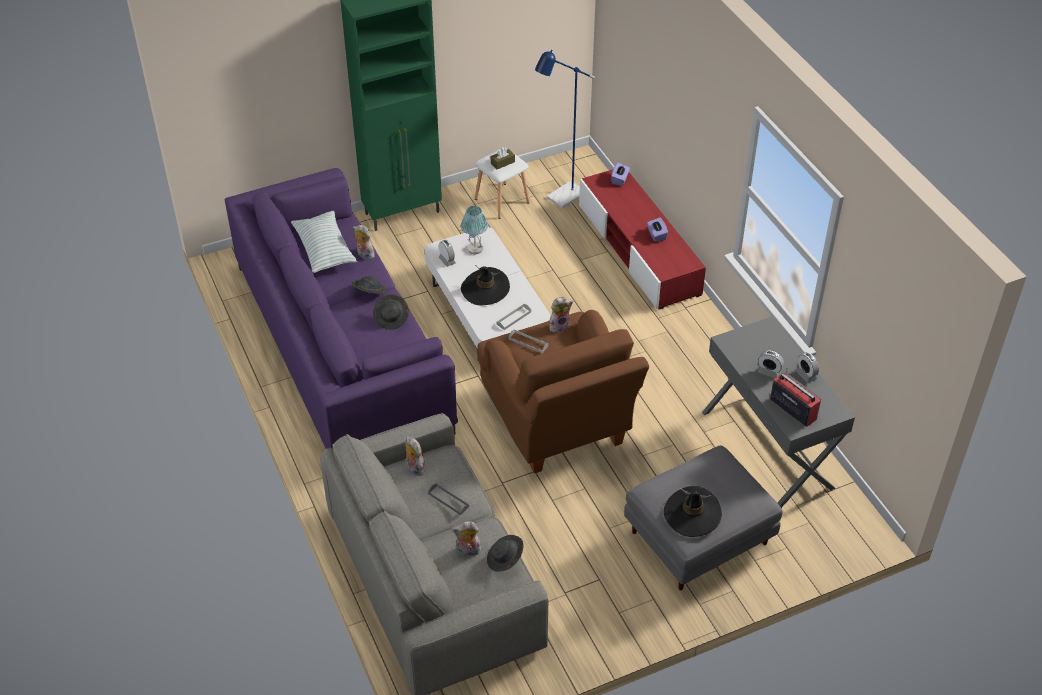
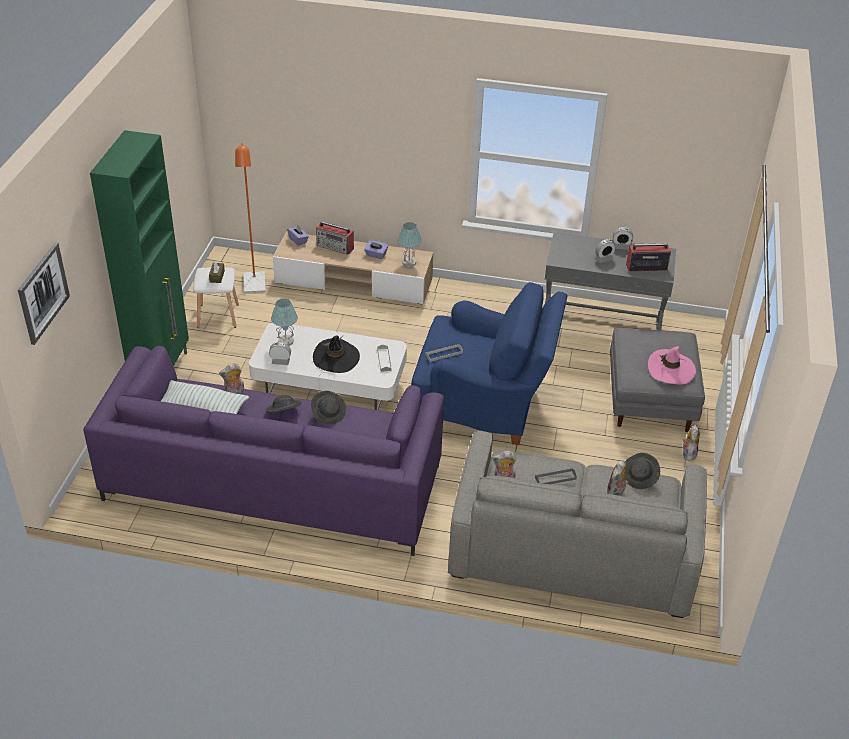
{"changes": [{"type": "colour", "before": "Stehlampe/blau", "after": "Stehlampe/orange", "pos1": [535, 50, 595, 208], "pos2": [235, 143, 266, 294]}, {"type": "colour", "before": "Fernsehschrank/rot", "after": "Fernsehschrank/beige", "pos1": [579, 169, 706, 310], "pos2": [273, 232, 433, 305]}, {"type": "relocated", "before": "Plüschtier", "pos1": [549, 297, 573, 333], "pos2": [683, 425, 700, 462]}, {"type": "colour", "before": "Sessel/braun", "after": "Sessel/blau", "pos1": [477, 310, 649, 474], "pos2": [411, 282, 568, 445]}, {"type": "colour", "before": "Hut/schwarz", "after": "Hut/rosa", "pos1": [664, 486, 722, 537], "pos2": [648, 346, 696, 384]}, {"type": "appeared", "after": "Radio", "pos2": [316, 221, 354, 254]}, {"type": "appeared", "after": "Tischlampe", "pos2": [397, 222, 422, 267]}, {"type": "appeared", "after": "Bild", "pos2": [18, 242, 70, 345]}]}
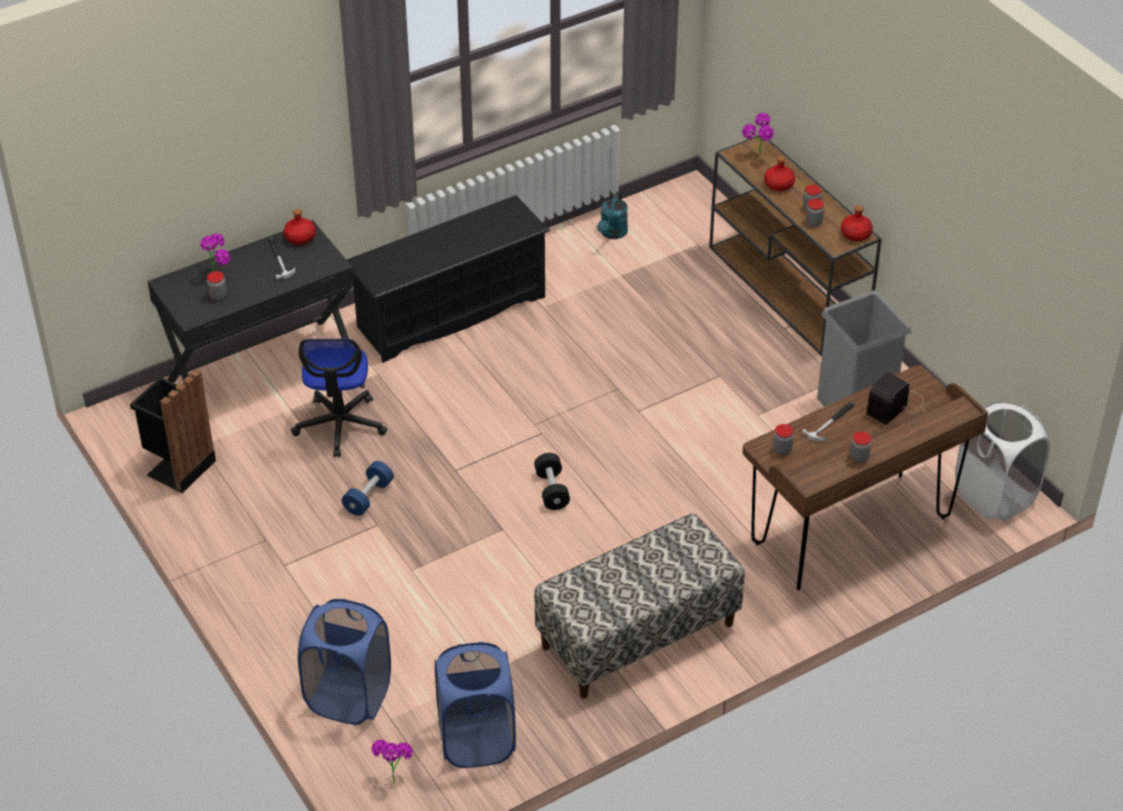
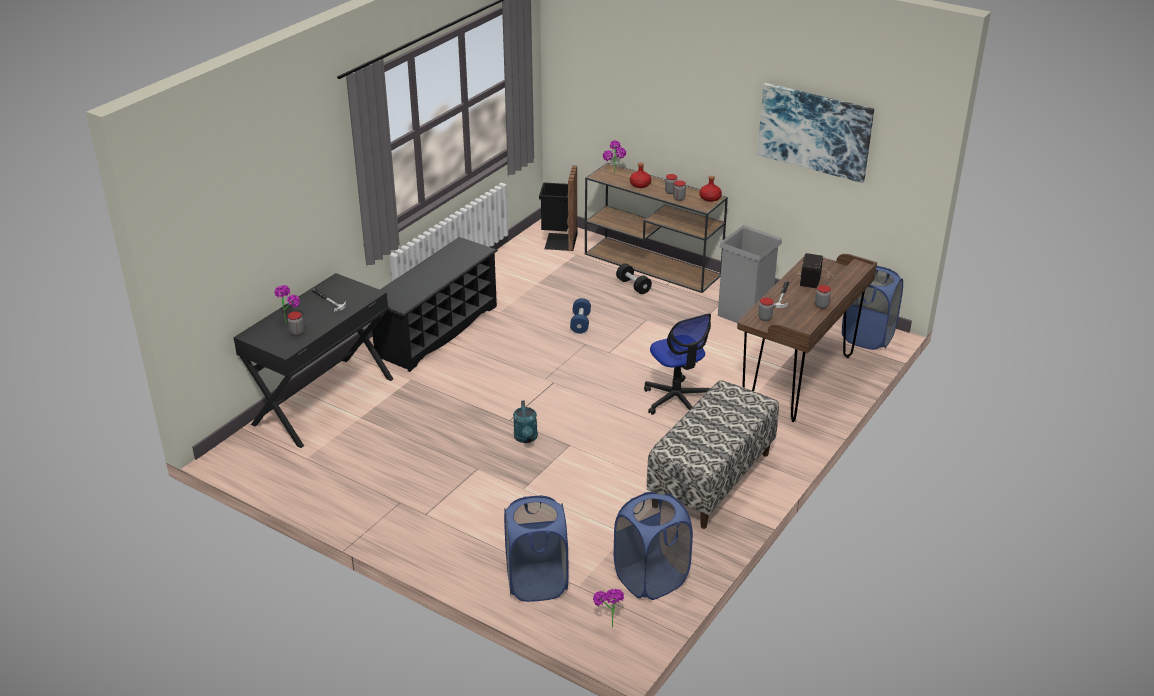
{"changes": [{"type": "relocated", "before": "Gießkanne/türkis", "pos1": [597, 191, 628, 239], "pos2": [513, 400, 538, 443]}, {"type": "missing", "before": "Flasche/rot", "pos1": [283, 209, 315, 245]}, {"type": "relocated", "before": "Bürostuhl", "pos1": [291, 339, 387, 457], "pos2": [644, 313, 711, 415]}, {"type": "relocated", "before": "Mülleimer/schwarz", "pos1": [130, 369, 216, 493], "pos2": [539, 166, 577, 251]}, {"type": "colour", "before": "Wäschekorb/weiß", "after": "Wäschekorb/blau", "pos1": [955, 401, 1050, 521], "pos2": [842, 266, 903, 350]}, {"type": "relocated", "before": "Hantel/schwarz", "pos1": [534, 453, 570, 510], "pos2": [616, 264, 652, 294]}, {"type": "relocated", "before": "Hantel/blau", "pos1": [342, 461, 394, 516], "pos2": [570, 298, 591, 334]}, {"type": "appeared", "after": "Bild", "pos2": [757, 83, 874, 183]}]}
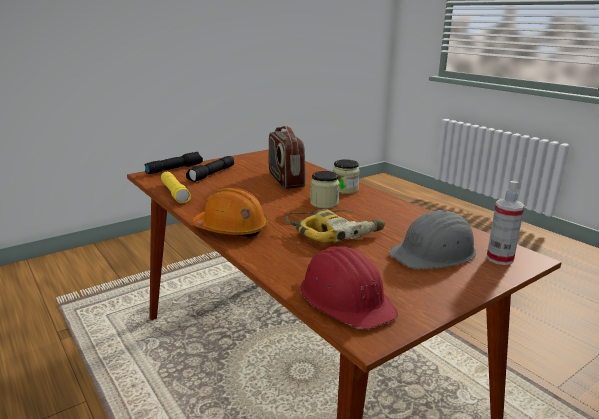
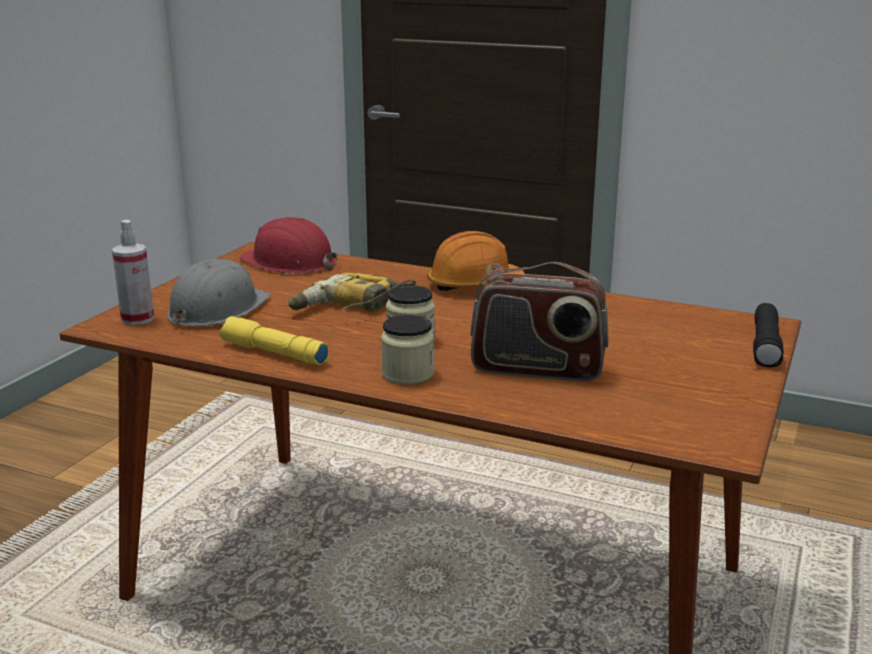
{"changes": [{"type": "spun", "before": "Radio", "pos1": [269, 126, 305, 189], "pos2": [470, 262, 608, 381], "turn": 150}, {"type": "missing", "before": "Taschenlampe/schwarz", "pos1": [186, 156, 234, 182]}, {"type": "relocated", "before": "Taschenlampe/gelb", "pos1": [161, 172, 191, 203], "pos2": [219, 316, 329, 365]}]}
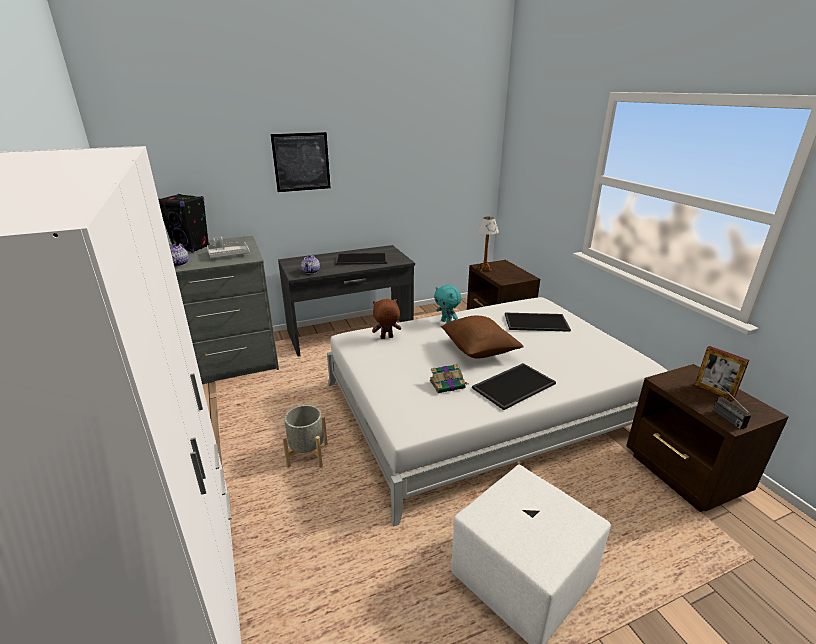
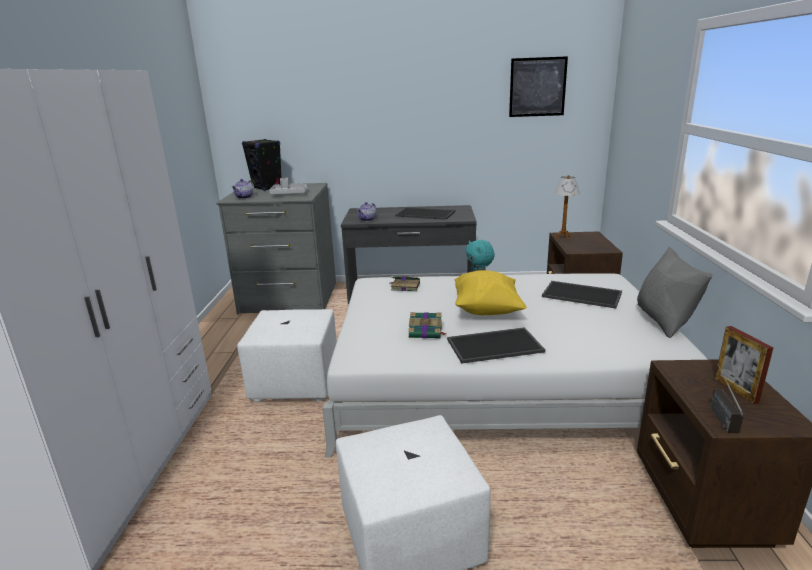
{"changes": [{"type": "relocated", "before": "Bild", "pos1": [271, 132, 330, 192], "pos2": [509, 56, 568, 117]}, {"type": "exchanged", "before": "Plüschtier/braun", "after": "Buch", "pos1": [372, 299, 401, 339], "pos2": [389, 276, 420, 292]}, {"type": "colour", "before": "Kissen/braun", "after": "Kissen/gelb", "pos1": [441, 316, 524, 358], "pos2": [454, 270, 527, 315]}, {"type": "exchanged", "before": "Pflanzkübel/grau", "after": "Polsterhocker/weiß", "pos1": [282, 405, 328, 468], "pos2": [237, 309, 337, 402]}, {"type": "appeared", "after": "Kissen/grau", "pos2": [637, 247, 712, 338]}]}
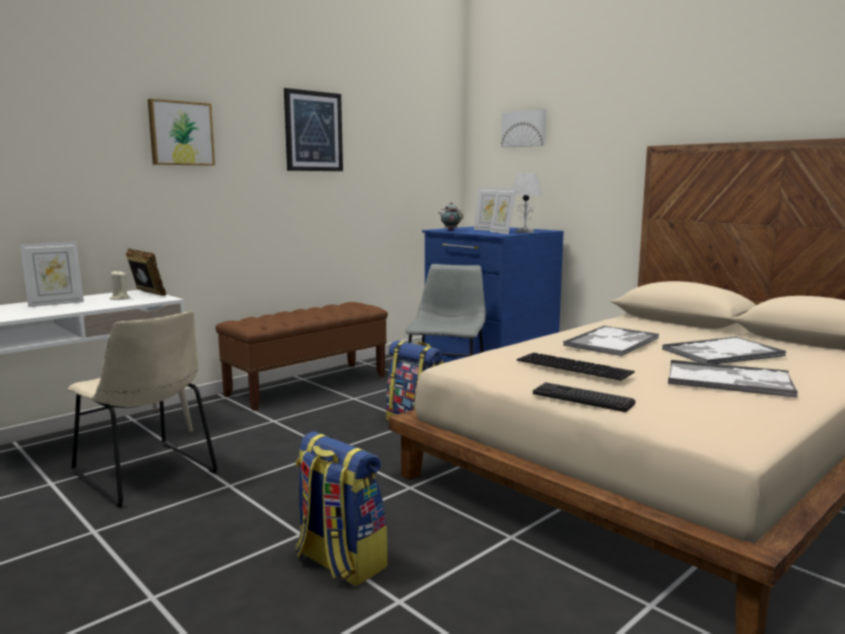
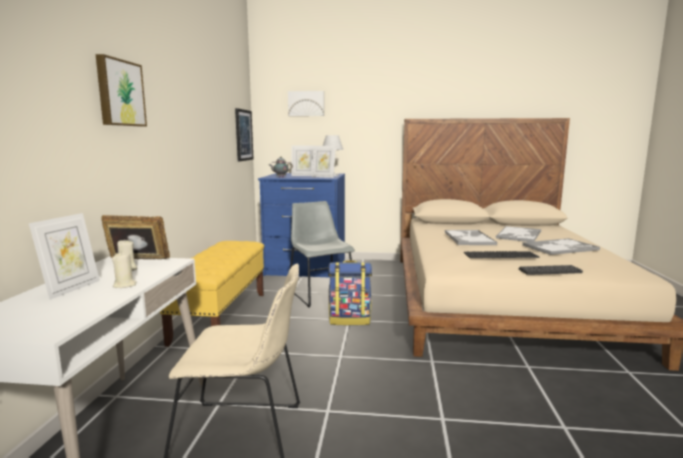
{"changes": [{"type": "relocated", "before": "Bild", "pos1": [284, 88, 343, 171], "pos2": [235, 108, 253, 161]}, {"type": "colour", "before": "Bank/braun", "after": "Bank/gelb", "pos1": [215, 302, 388, 411], "pos2": [160, 241, 264, 347]}, {"type": "missing", "before": "Rucksack", "pos1": [296, 431, 387, 586]}, {"type": "appeared", "after": "Kerze/beige", "pos2": [112, 251, 137, 288]}]}
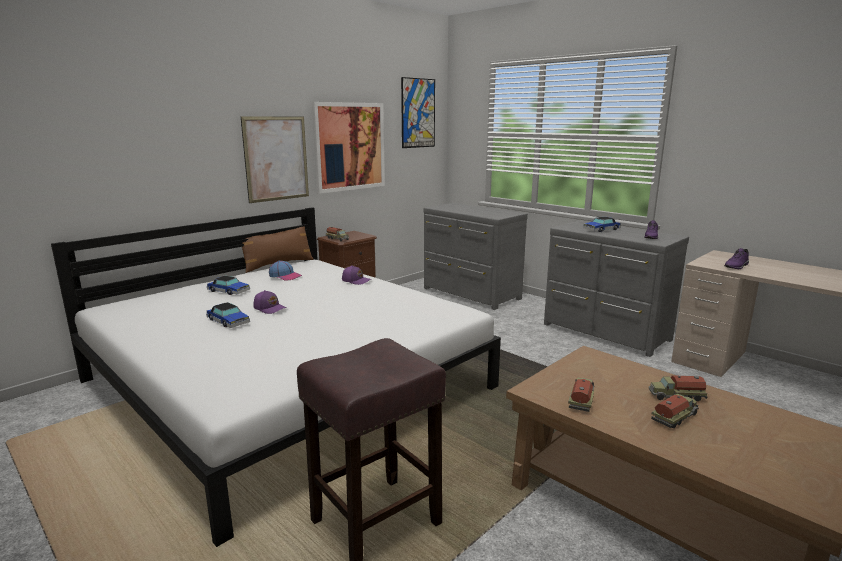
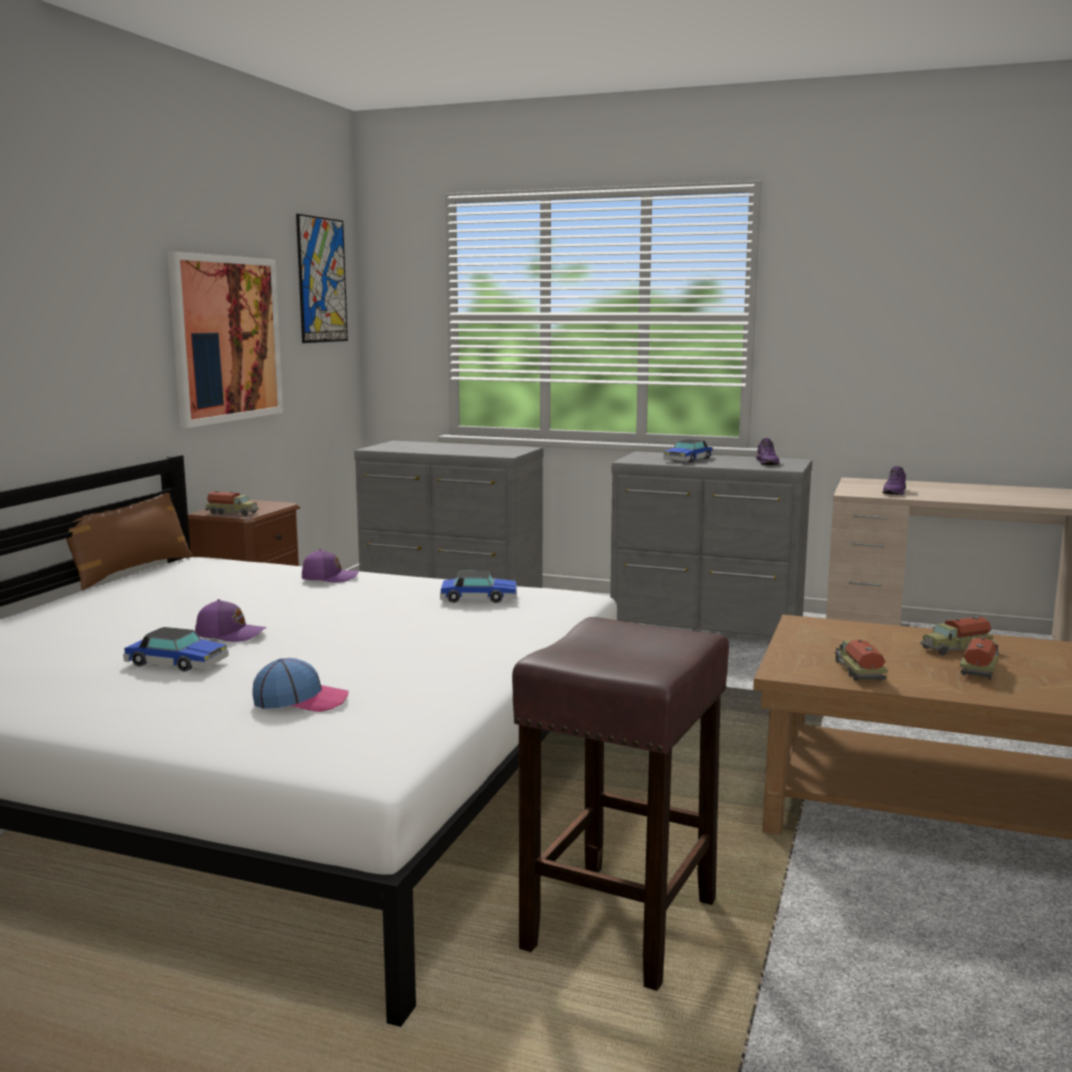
{"changes": [{"type": "missing", "before": "Bild", "pos1": [241, 117, 309, 203]}, {"type": "relocated", "before": "Kappe", "pos1": [269, 260, 302, 281], "pos2": [252, 658, 349, 712]}, {"type": "relocated", "before": "Spielzeugauto", "pos1": [207, 276, 250, 295], "pos2": [440, 571, 517, 603]}]}
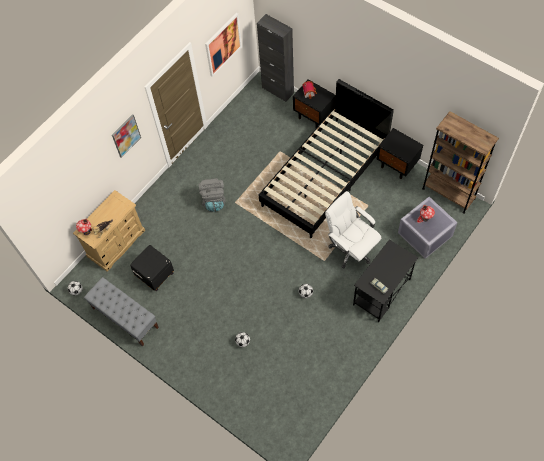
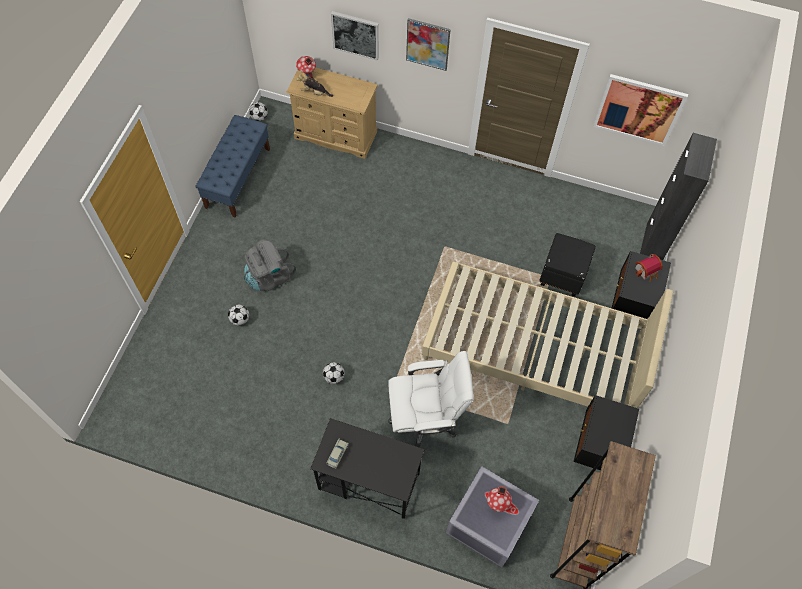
{"changes": [{"type": "colour", "before": "Bett/schwarz", "after": "Bett/beige", "pos1": [259, 79, 394, 238], "pos2": [422, 262, 673, 408]}, {"type": "relocated", "before": "Rucksack/grau", "pos1": [199, 178, 226, 212], "pos2": [244, 239, 296, 291]}, {"type": "spun", "before": "Bürostuhl/weiß", "pos1": [325, 191, 381, 268], "pos2": [388, 351, 474, 448], "turn": 60}, {"type": "relocated", "before": "Polsterhocker/schwarz", "pos1": [130, 245, 174, 291], "pos2": [540, 233, 596, 297]}, {"type": "colour", "before": "Bank/grau", "after": "Bank/blau", "pos1": [84, 277, 159, 346], "pos2": [196, 115, 270, 217]}, {"type": "appeared", "after": "Bild", "pos2": [331, 11, 379, 61]}]}
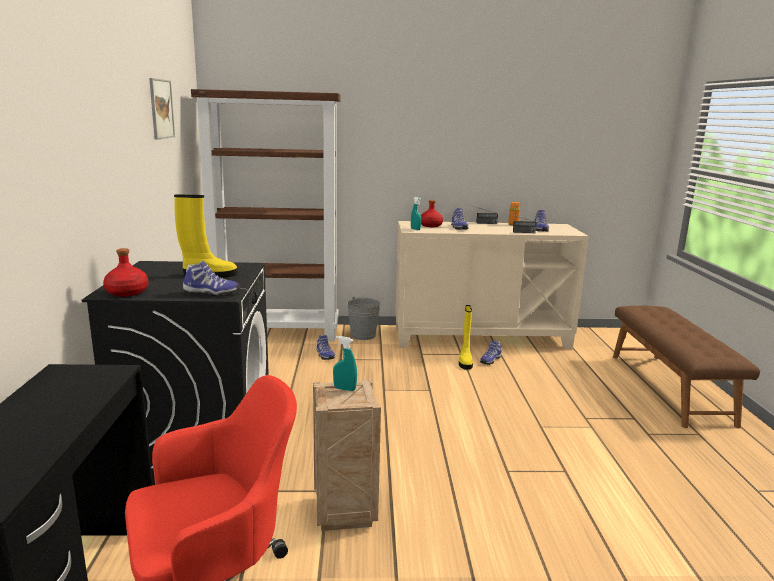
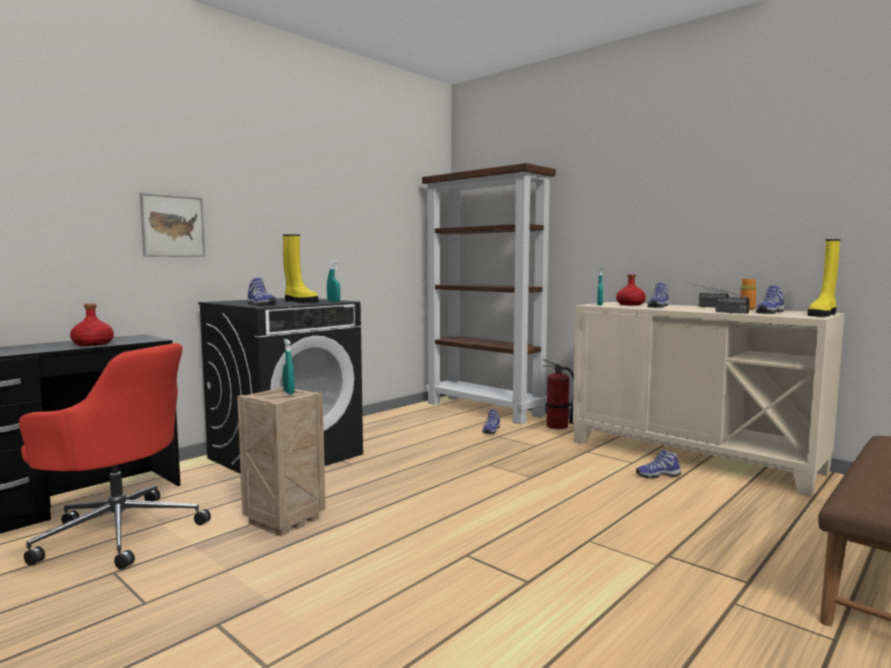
{"changes": [{"type": "relocated", "before": "Bild", "pos1": [149, 78, 175, 140], "pos2": [140, 193, 205, 257]}, {"type": "relocated", "before": "Flasche/rot", "pos1": [103, 248, 148, 297], "pos2": [70, 303, 114, 346]}, {"type": "exchanged", "before": "Eimer/grau", "after": "Feuerlöscher", "pos1": [347, 297, 381, 340], "pos2": [542, 359, 574, 429]}, {"type": "relocated", "before": "Stiefel/gelb", "pos1": [459, 305, 473, 370], "pos2": [807, 239, 840, 317]}, {"type": "appeared", "after": "Sprühflasche/türkis", "pos2": [327, 260, 340, 302]}]}
